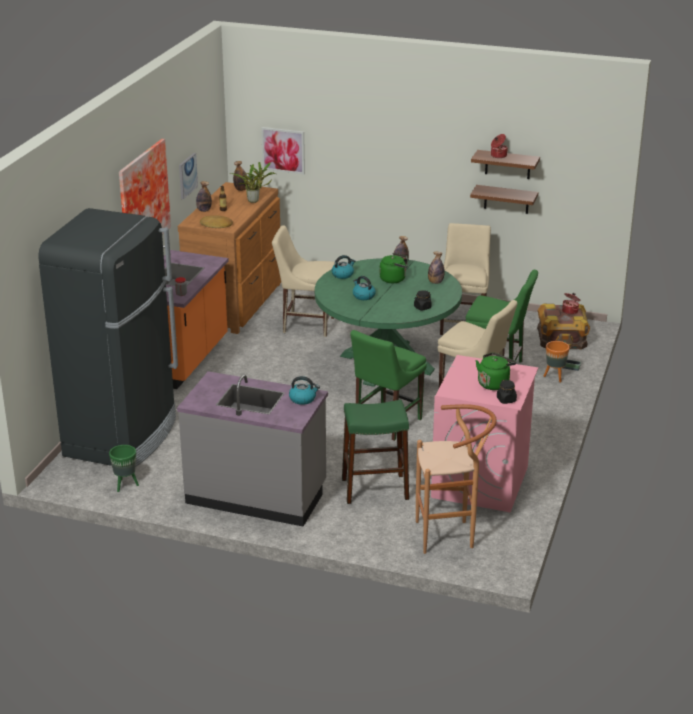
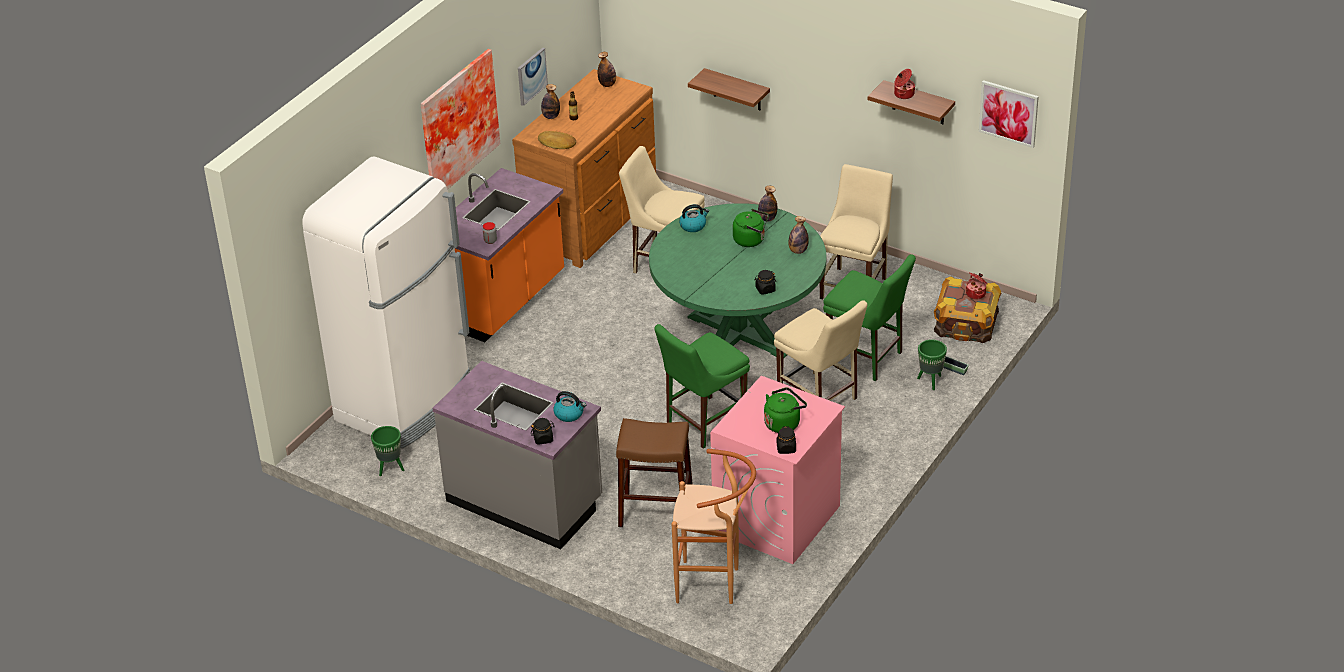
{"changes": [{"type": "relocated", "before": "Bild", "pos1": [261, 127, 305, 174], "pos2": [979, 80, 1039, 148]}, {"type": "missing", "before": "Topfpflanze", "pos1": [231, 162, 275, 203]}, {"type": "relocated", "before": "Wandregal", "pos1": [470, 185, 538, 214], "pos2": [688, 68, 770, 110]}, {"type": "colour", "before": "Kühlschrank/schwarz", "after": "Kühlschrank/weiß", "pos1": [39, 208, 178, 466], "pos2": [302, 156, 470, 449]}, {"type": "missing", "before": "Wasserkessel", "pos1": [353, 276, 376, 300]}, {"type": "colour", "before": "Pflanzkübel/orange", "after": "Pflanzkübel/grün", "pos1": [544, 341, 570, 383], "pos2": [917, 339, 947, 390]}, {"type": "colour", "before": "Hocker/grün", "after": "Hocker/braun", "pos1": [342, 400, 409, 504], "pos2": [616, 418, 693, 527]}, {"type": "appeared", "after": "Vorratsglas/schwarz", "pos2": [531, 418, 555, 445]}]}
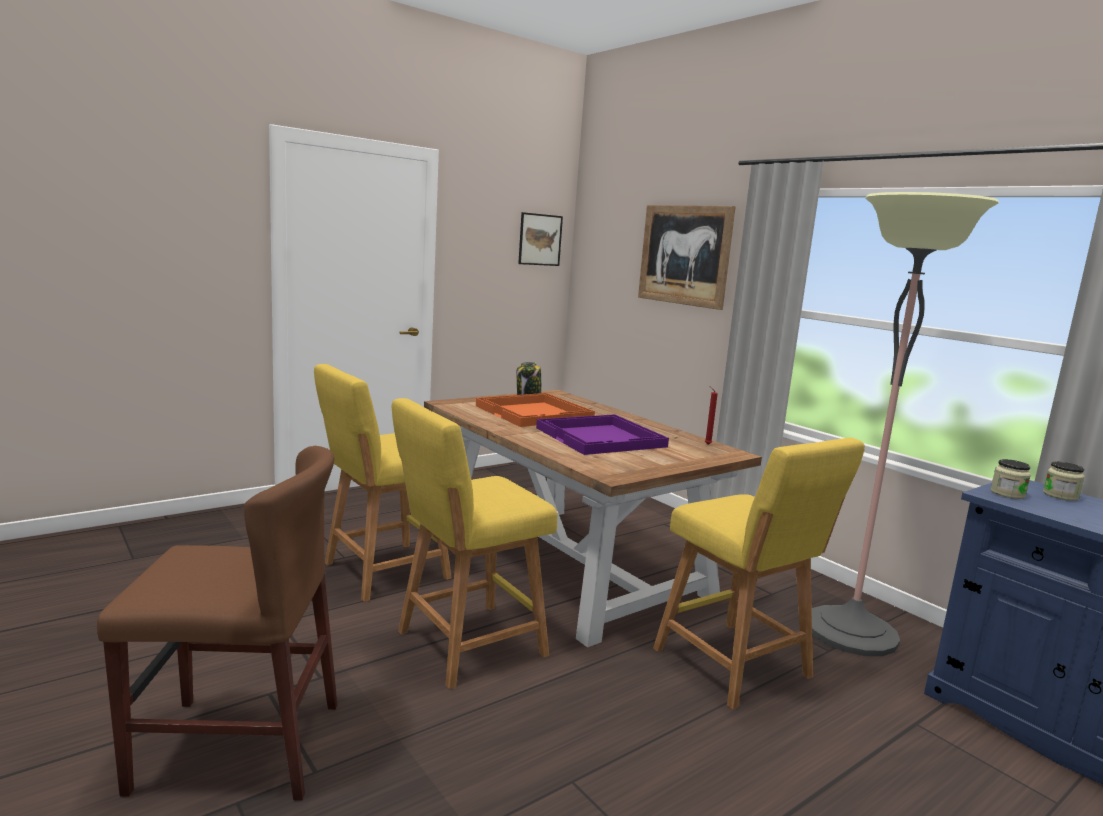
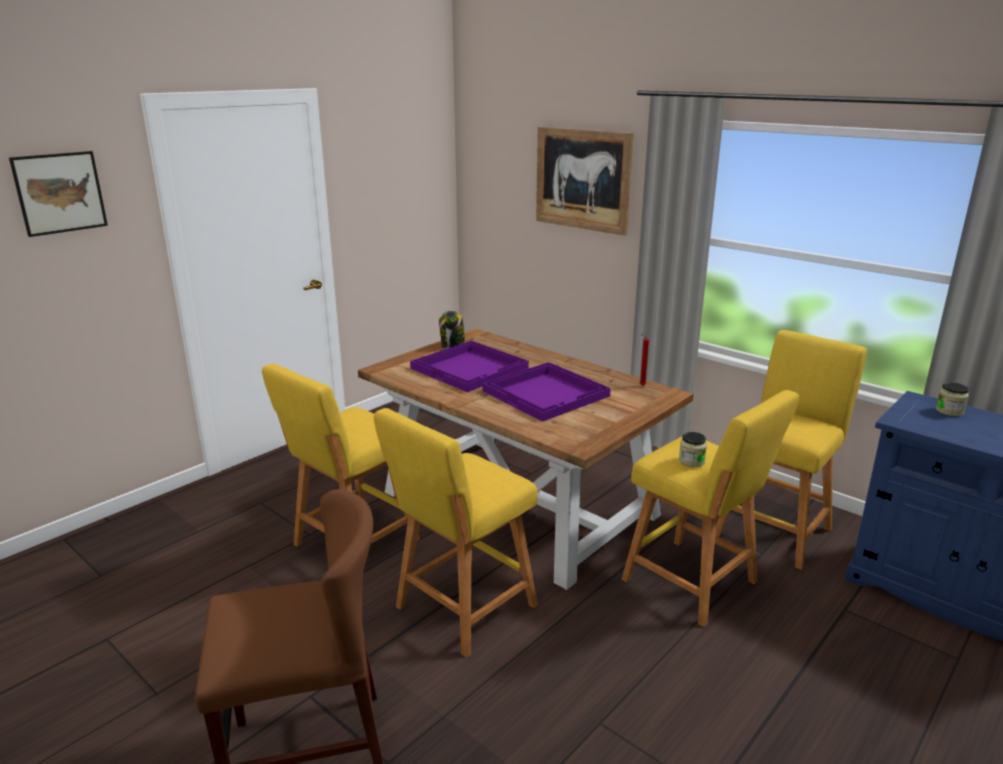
{"changes": [{"type": "exchanged", "before": "Stehlampe", "after": "Hocker/gelb", "pos1": [812, 192, 999, 656], "pos2": [715, 330, 867, 570]}, {"type": "relocated", "before": "Bild", "pos1": [518, 212, 563, 266], "pos2": [9, 151, 108, 237]}, {"type": "colour", "before": "Tablett/orange", "after": "Tablett/lila", "pos1": [476, 393, 595, 427], "pos2": [410, 341, 529, 392]}, {"type": "relocated", "before": "Vorratsglas", "pos1": [991, 459, 1031, 499], "pos2": [679, 432, 707, 467]}]}
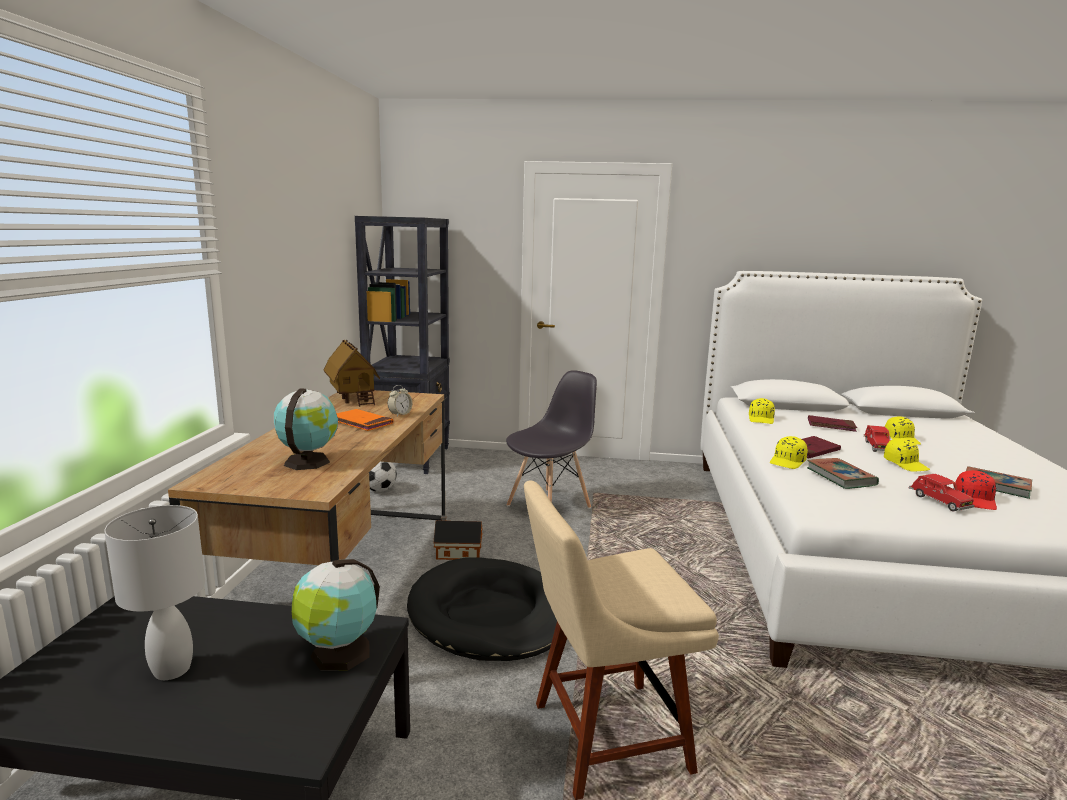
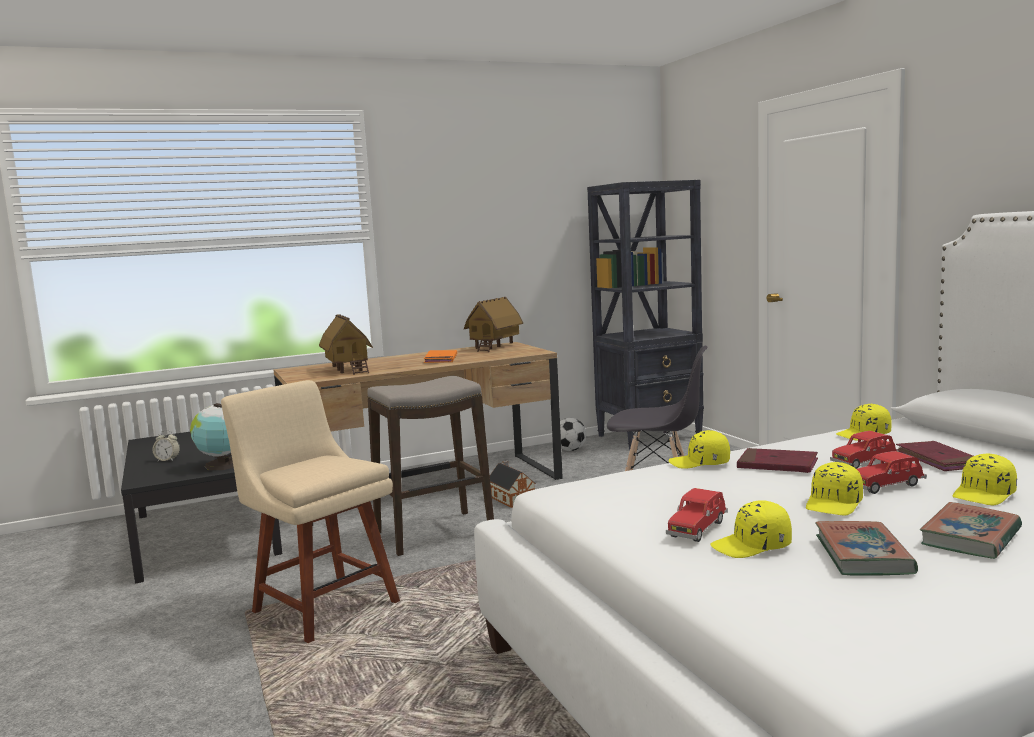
{"changes": [{"type": "relocated", "before": "Wecker", "pos1": [388, 385, 412, 416], "pos2": [152, 430, 180, 461]}, {"type": "exchanged", "before": "Globus", "after": "Spielzeughaus", "pos1": [274, 388, 338, 470], "pos2": [319, 314, 373, 375]}, {"type": "relocated", "before": "Buch", "pos1": [807, 458, 879, 489], "pos2": [920, 502, 1022, 559]}, {"type": "colour", "before": "Kappe/rot", "after": "Kappe/gelb", "pos1": [955, 470, 997, 510], "pos2": [710, 500, 792, 558]}, {"type": "missing", "before": "Tischlampe/weiß", "pos1": [104, 505, 205, 680]}, {"type": "exchanged", "before": "Hundebett/schwarz", "after": "Hocker", "pos1": [407, 557, 557, 661], "pos2": [367, 376, 494, 556]}, {"type": "appeared", "after": "Spielzeugauto/rot", "pos2": [830, 431, 899, 469]}]}
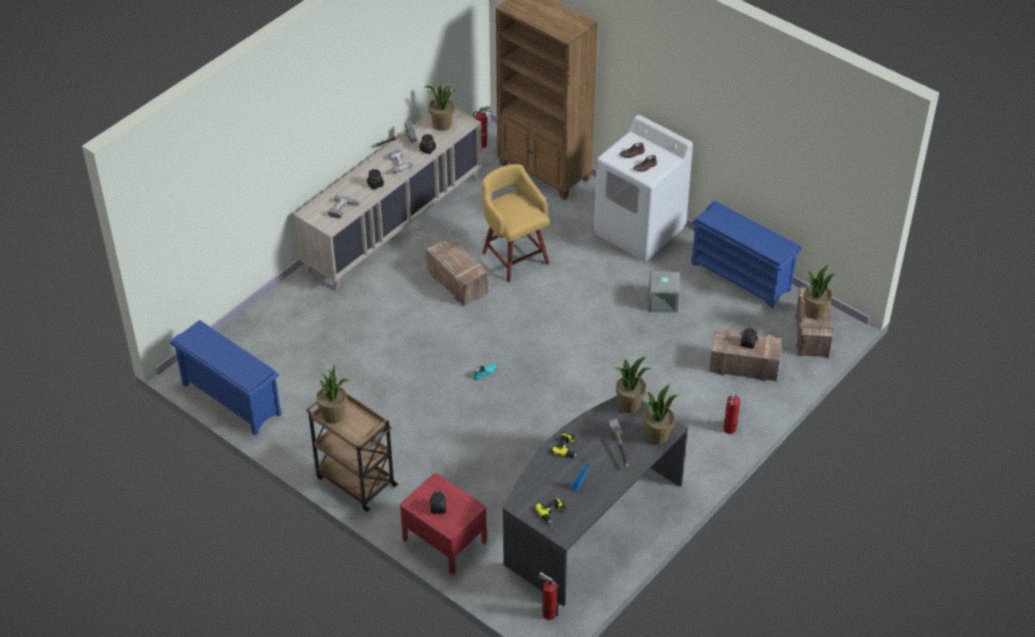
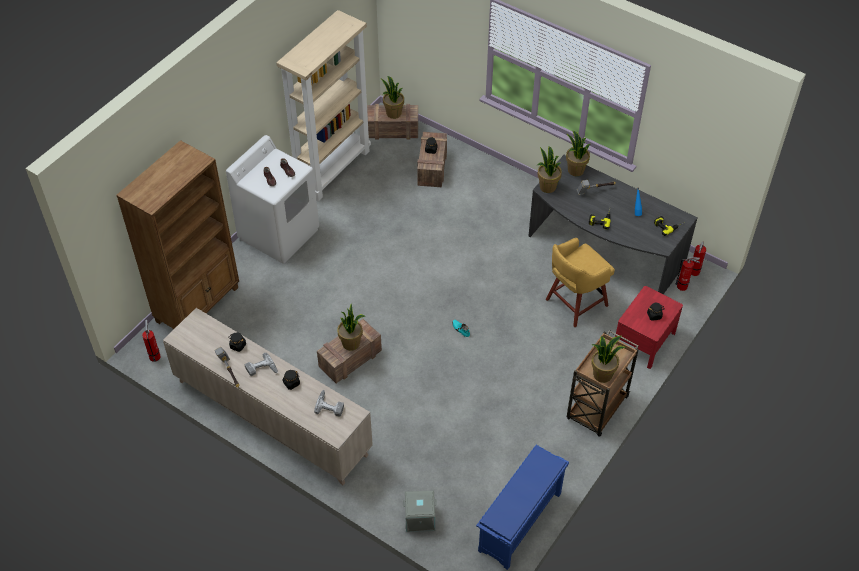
{"changes": [{"type": "relocated", "before": "Topfpflanze", "pos1": [425, 84, 456, 131], "pos2": [337, 303, 365, 351]}, {"type": "relocated", "before": "Hocker/gelb", "pos1": [482, 164, 550, 282], "pos2": [546, 238, 615, 327]}, {"type": "exchanged", "before": "Schuhregal/blau", "after": "Bücherregal/beige", "pos1": [691, 200, 802, 308], "pos2": [276, 10, 371, 201]}, {"type": "relocated", "before": "Aufbewahrungsbox/grau", "pos1": [648, 270, 679, 313], "pos2": [403, 491, 437, 532]}, {"type": "relocated", "before": "Feuerlöscher", "pos1": [723, 391, 740, 434], "pos2": [676, 257, 700, 291]}]}
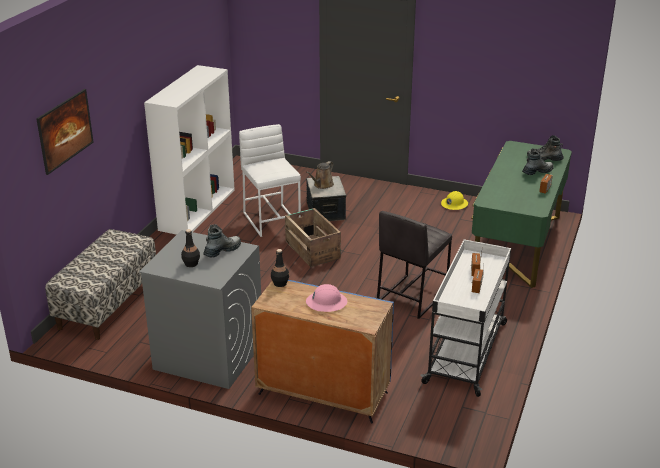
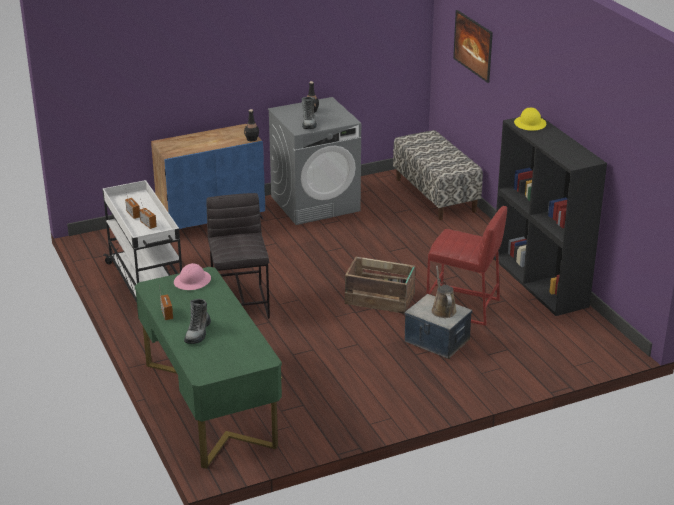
{"changes": [{"type": "colour", "before": "Bücherregal/weiß", "after": "Bücherregal/schwarz", "pos1": [144, 65, 235, 235], "pos2": [494, 117, 607, 316]}, {"type": "colour", "before": "Hocker/weiß", "after": "Hocker/rot", "pos1": [239, 124, 301, 237], "pos2": [426, 206, 507, 326]}, {"type": "missing", "before": "Stiefel", "pos1": [527, 135, 564, 161]}, {"type": "relocated", "before": "Schutzhelm/gelb", "pos1": [441, 191, 468, 210], "pos2": [514, 107, 546, 131]}, {"type": "relocated", "before": "Schutzhelm/rosa", "pos1": [306, 284, 347, 312], "pos2": [174, 263, 211, 290]}]}
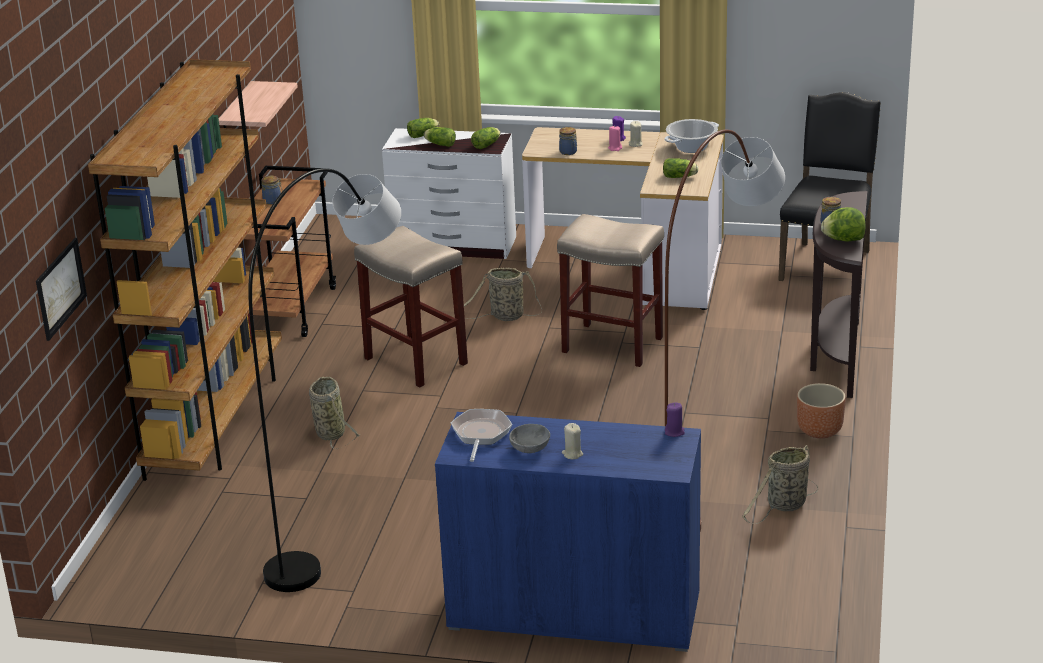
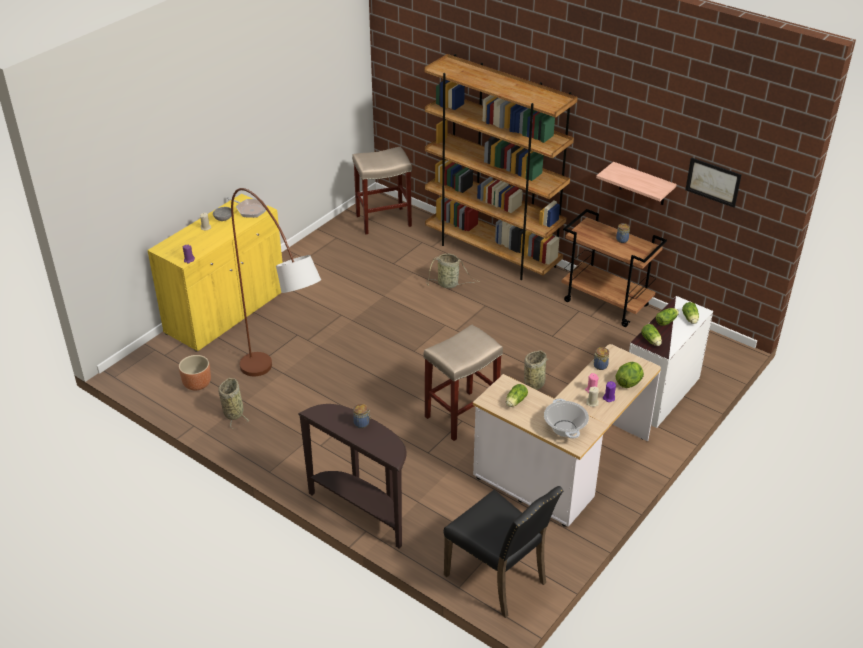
{"changes": [{"type": "missing", "before": "Stehlampe/grau", "pos1": [248, 168, 401, 592]}, {"type": "relocated", "before": "Salatkopf", "pos1": [821, 207, 866, 242], "pos2": [615, 362, 644, 388]}, {"type": "relocated", "before": "Hocker/beige", "pos1": [354, 226, 468, 388], "pos2": [352, 146, 412, 235]}, {"type": "relocated", "before": "Bild", "pos1": [36, 238, 87, 341], "pos2": [685, 157, 742, 208]}, {"type": "relocated", "before": "Pflanzkübel/braun", "pos1": [797, 383, 846, 438], "pos2": [179, 355, 211, 391]}, {"type": "colour", "before": "Schrank/blau", "after": "Schrank/gelb", "pos1": [435, 412, 701, 652], "pos2": [147, 194, 283, 352]}]}
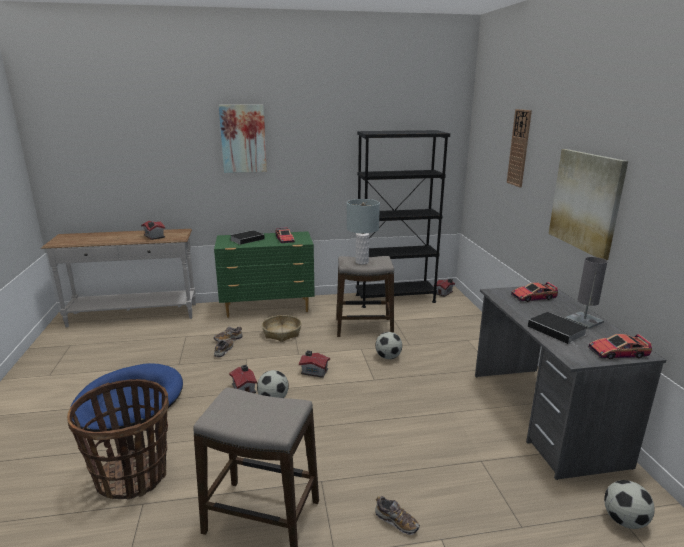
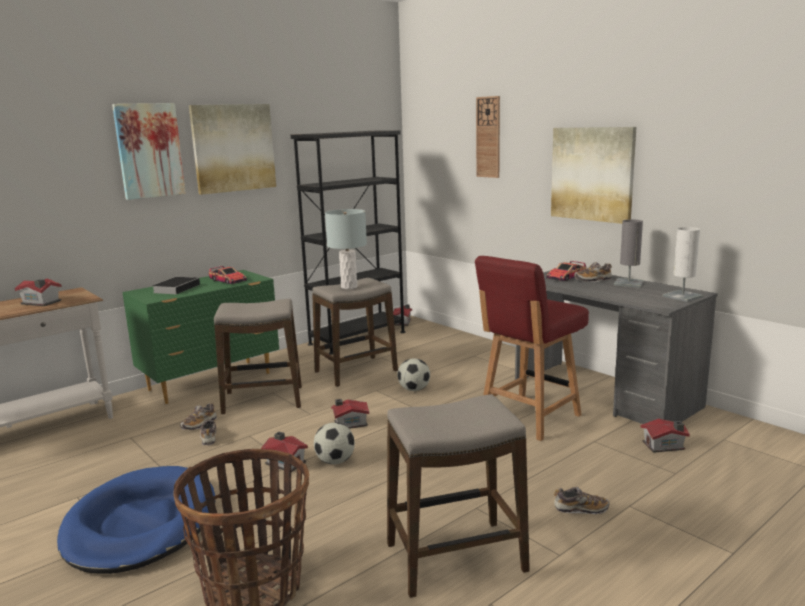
{"changes": [{"type": "missing", "before": "Buch", "pos1": [528, 312, 588, 347]}, {"type": "exchanged", "before": "Korb", "after": "Hocker", "pos1": [262, 315, 302, 342], "pos2": [214, 299, 302, 415]}, {"type": "exchanged", "before": "Spielzeugauto", "after": "Tischlampe/weiß", "pos1": [588, 334, 652, 359], "pos2": [663, 227, 703, 302]}, {"type": "missing", "before": "Fußball", "pos1": [604, 480, 654, 529]}, {"type": "appeared", "after": "Bild", "pos2": [189, 104, 276, 195]}, {"type": "appeared", "after": "Stuhl/rot", "pos2": [475, 256, 589, 441]}, {"type": "appeared", "after": "Schuh", "pos2": [574, 262, 612, 282]}, {"type": "appeared", "after": "Spielzeughaus", "pos2": [640, 419, 690, 453]}]}
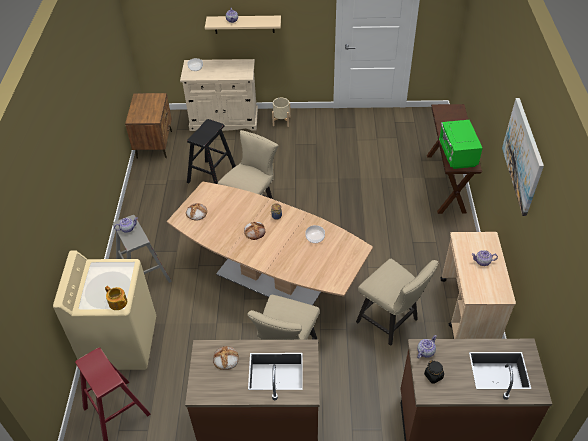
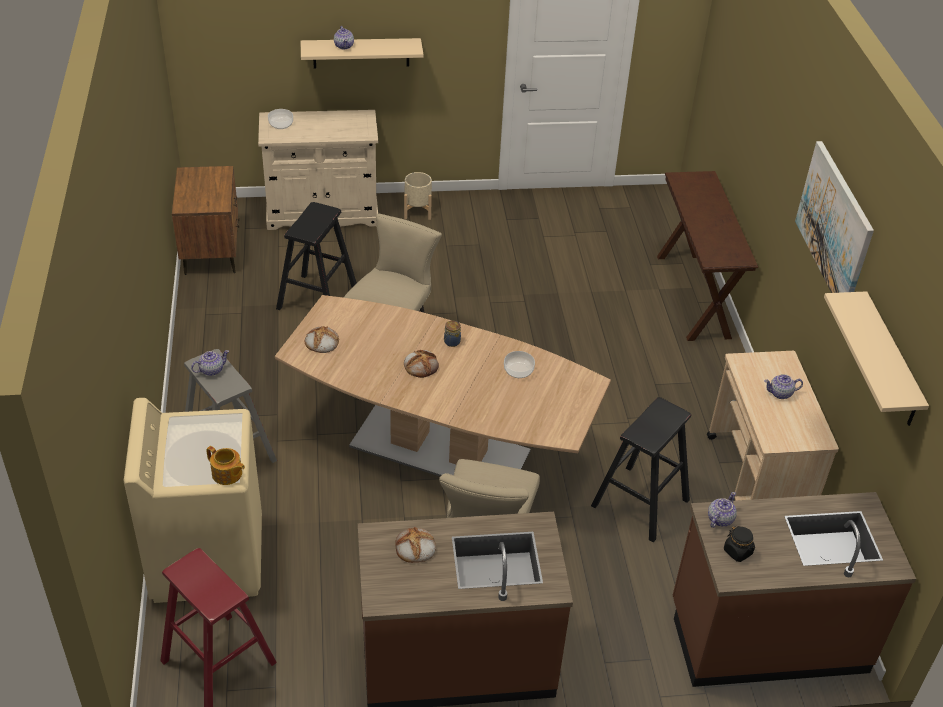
{"changes": [{"type": "missing", "before": "Mikrowelle/grün", "pos1": [439, 120, 483, 169]}, {"type": "exchanged", "before": "Stuhl/beige", "after": "Hocker/schwarz", "pos1": [356, 259, 438, 346], "pos2": [591, 397, 691, 542]}, {"type": "appeared", "after": "Wandregal/beige", "pos2": [824, 291, 929, 426]}]}
